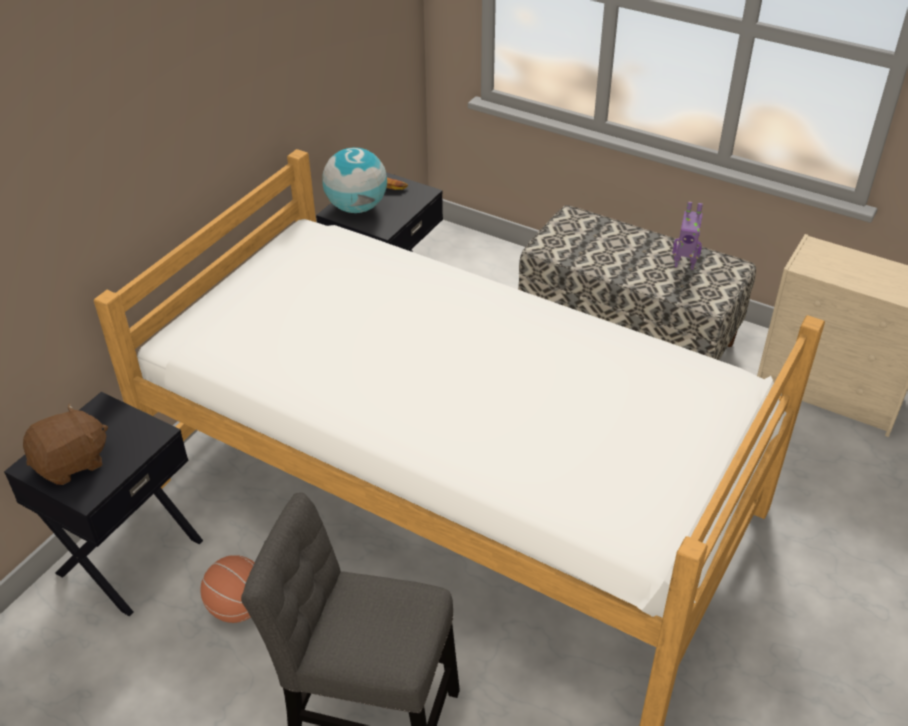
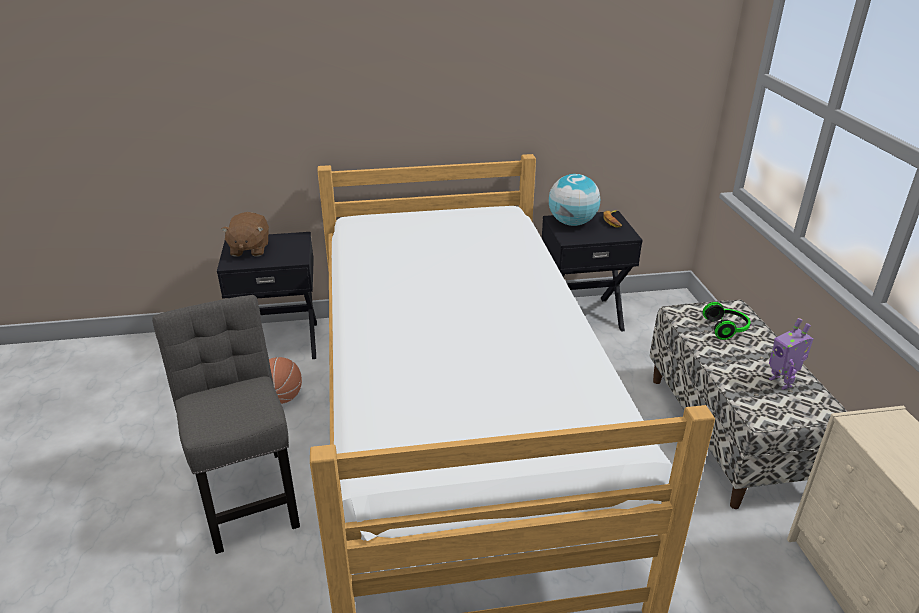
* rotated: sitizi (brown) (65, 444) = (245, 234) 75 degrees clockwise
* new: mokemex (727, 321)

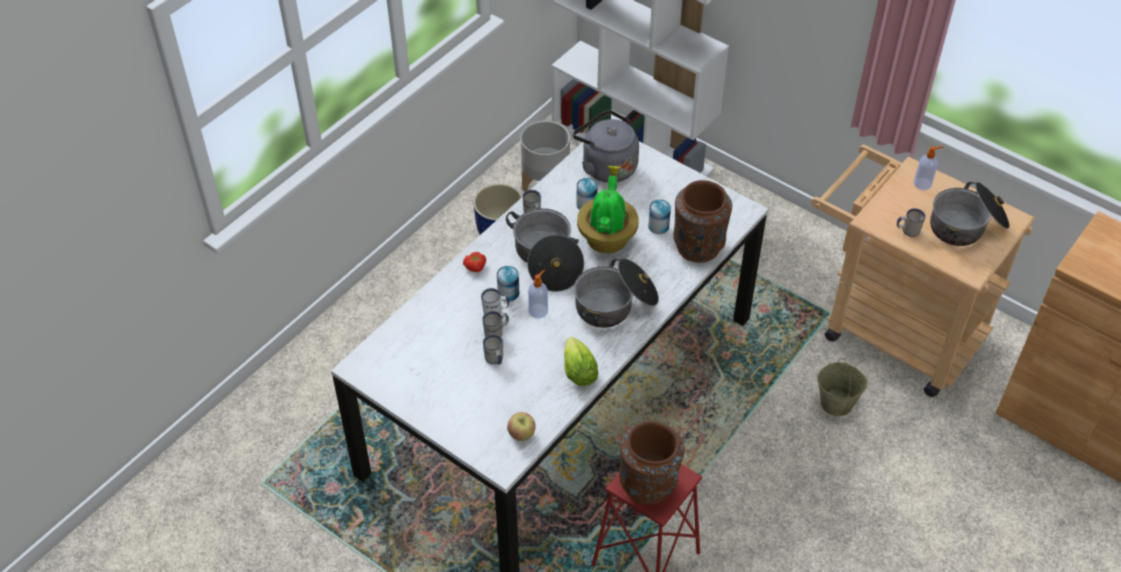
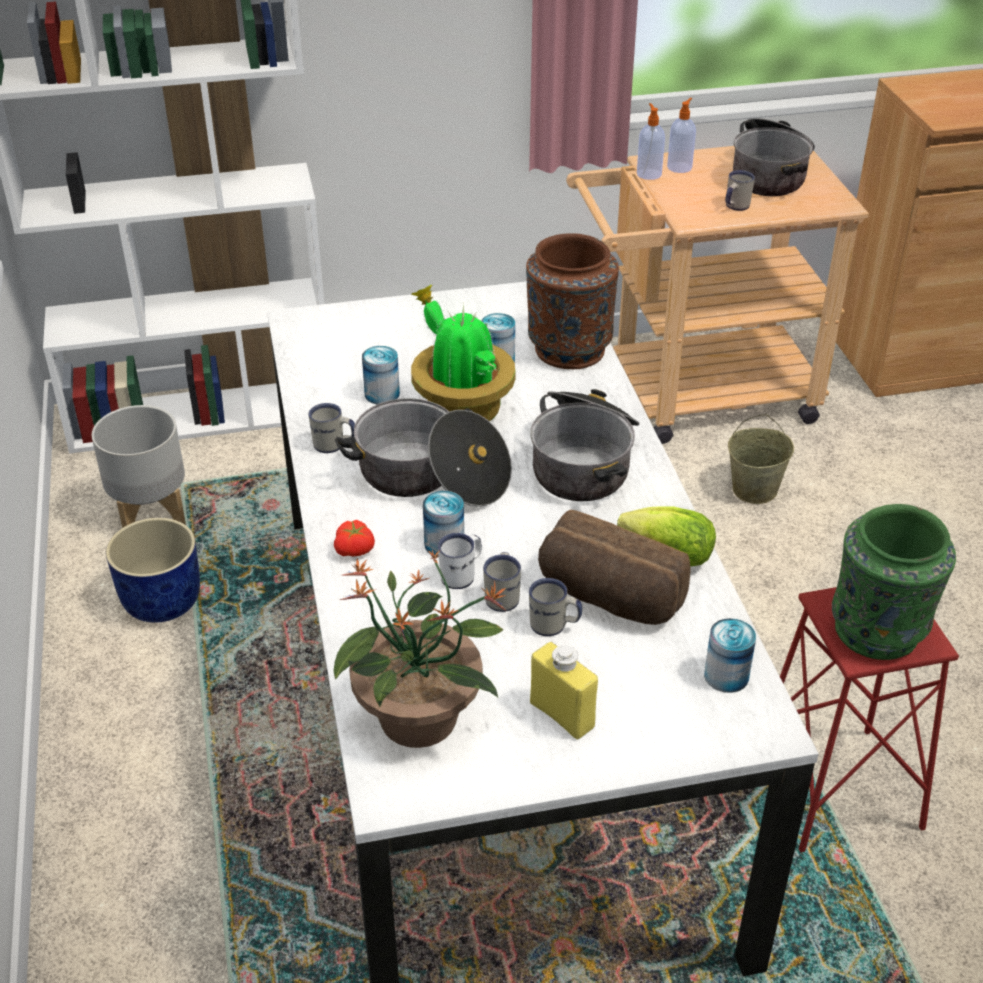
* swapped: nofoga (521, 426) to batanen (730, 655)
* shifted: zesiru (538, 294) to (651, 141)
* gone: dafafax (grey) (606, 146)
* repainted: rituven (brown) (652, 463) to rituven (green) (894, 582)
* new: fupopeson (420, 649)
* new: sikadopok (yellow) (564, 690)
* new: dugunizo (614, 567)

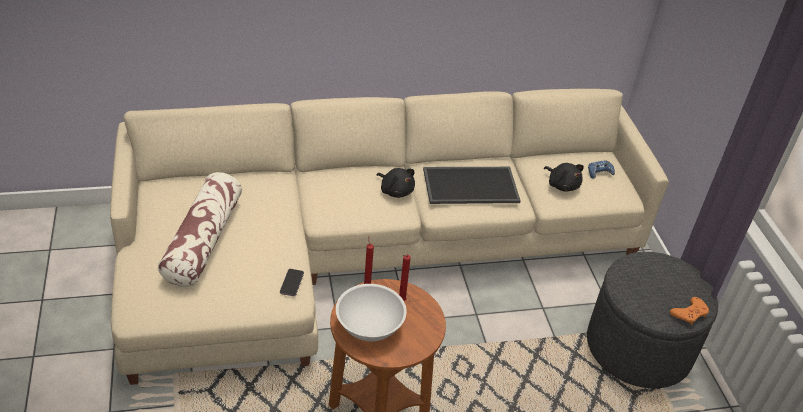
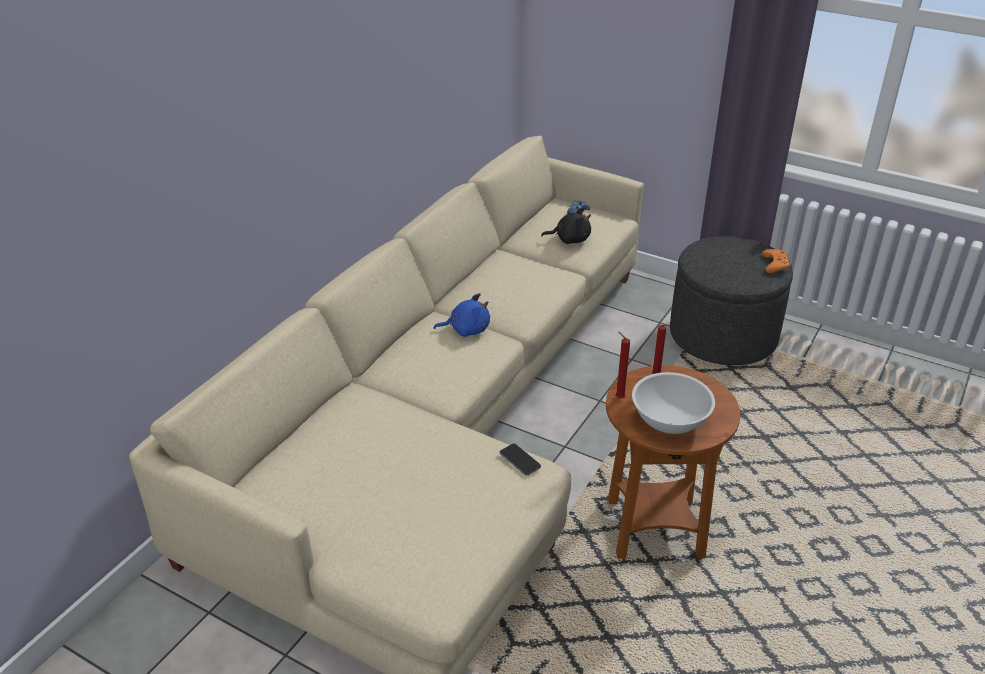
* gone: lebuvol (200, 229)
* repainted: sitizi (black) (396, 183) to sitizi (blue) (462, 315)
* gone: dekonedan (472, 185)

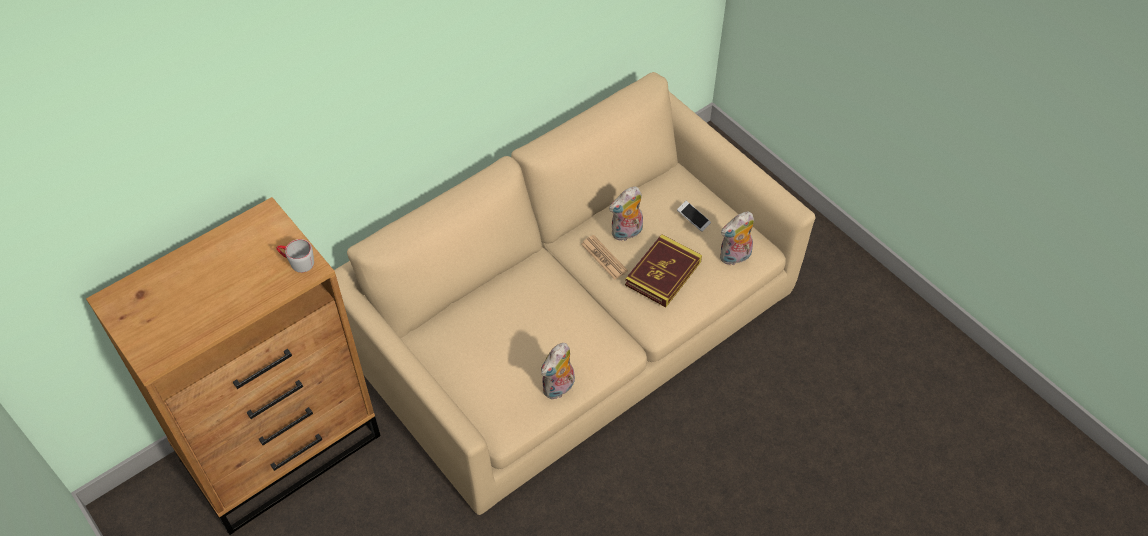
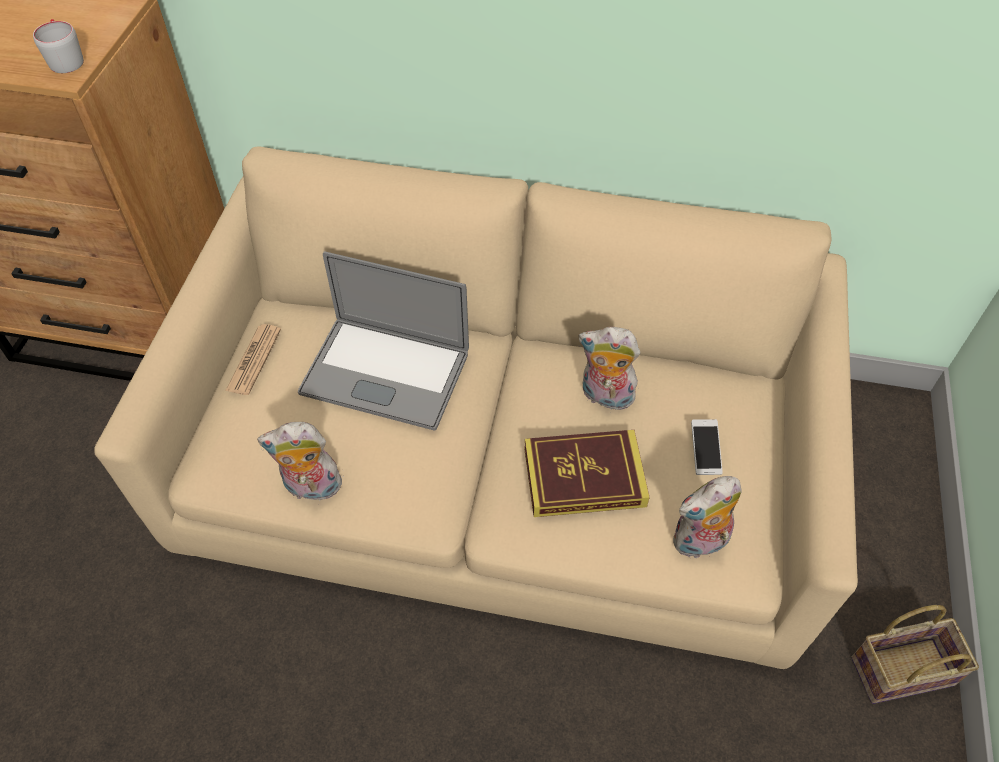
* shifted: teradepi (604, 257) to (253, 359)
* rotated: sitizi (737, 238) = (707, 517) 45 degrees counterclockwise
* new: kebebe (383, 341)
* new: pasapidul (915, 654)

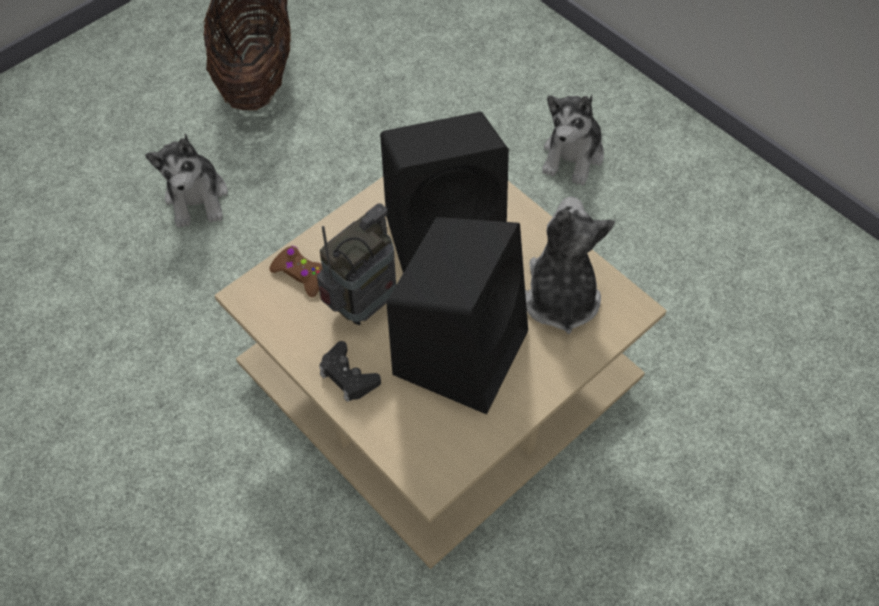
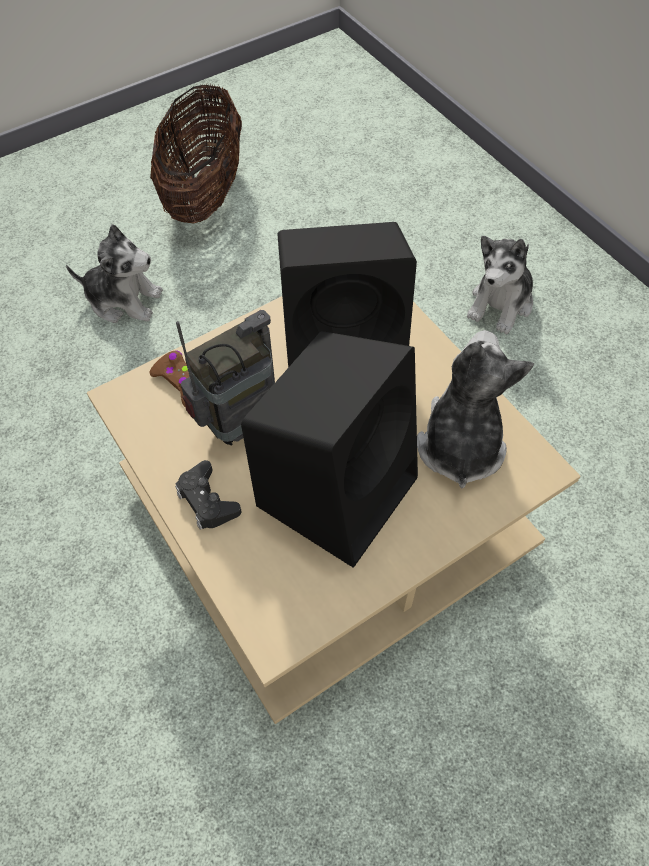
* rotated: sitizi (186, 181) = (114, 273) 75 degrees counterclockwise

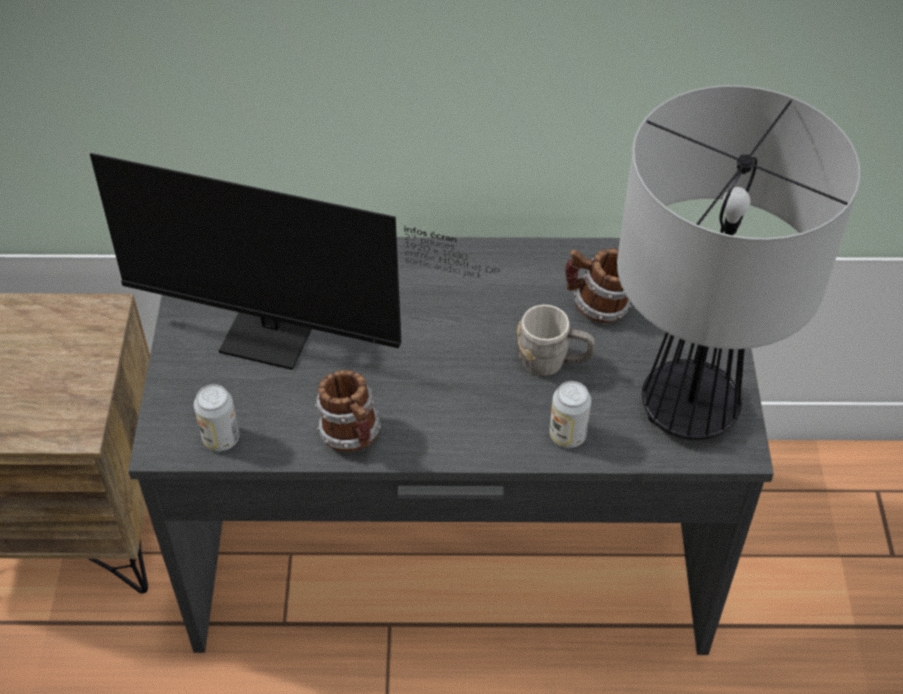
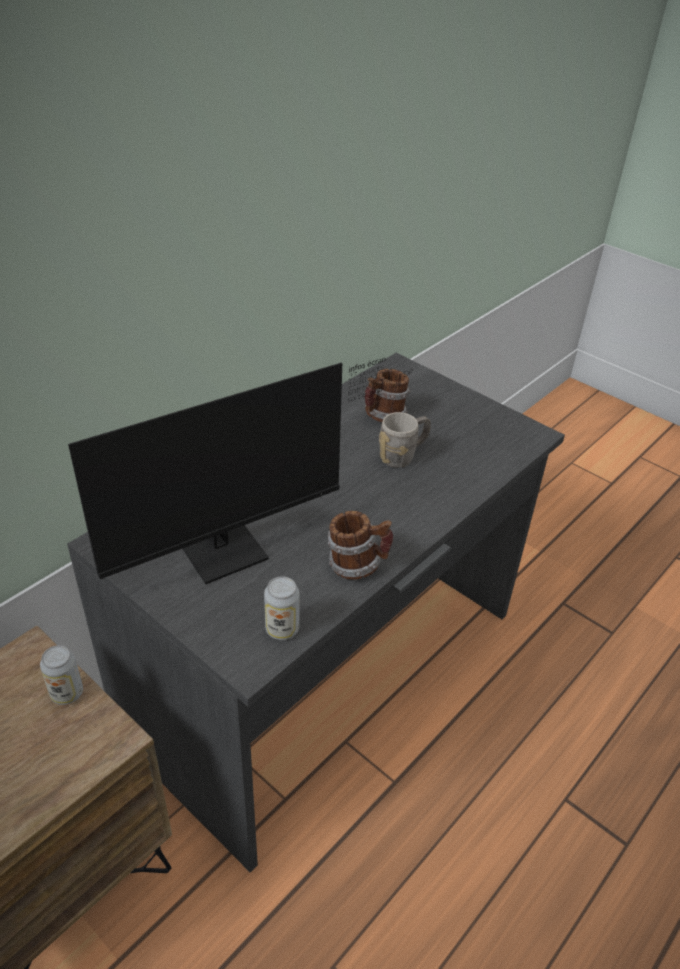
* shifted: batanen (570, 414) to (61, 675)
* gone: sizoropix (738, 262)

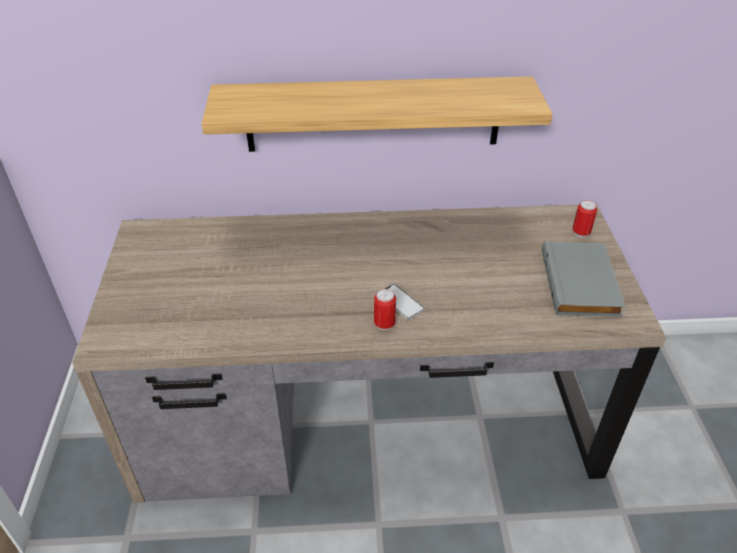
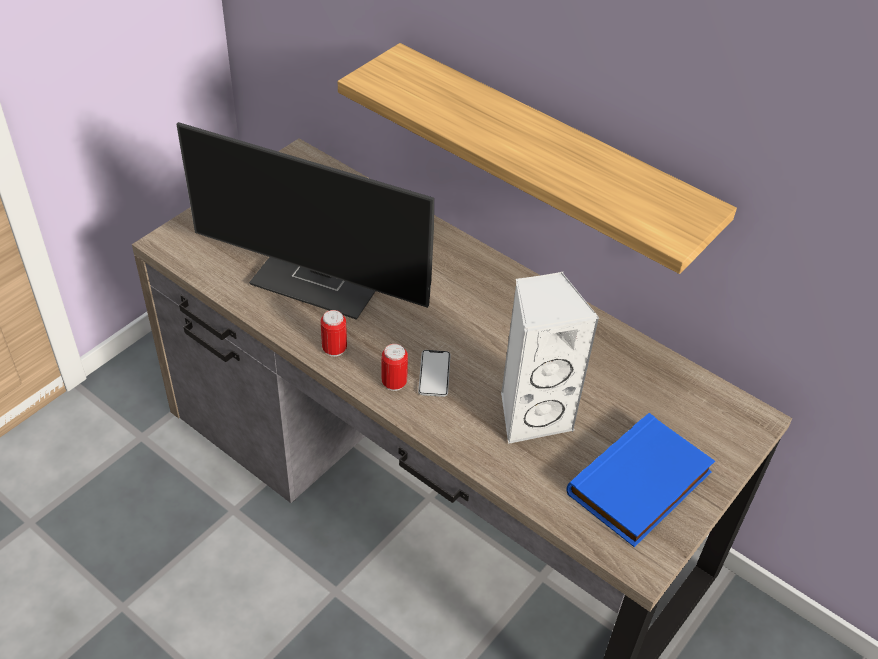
* repainted: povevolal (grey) (583, 279) to povevolal (blue) (640, 480)
* shifted: batanen (584, 218) to (334, 333)
* new: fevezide (305, 221)
* new: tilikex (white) (550, 358)

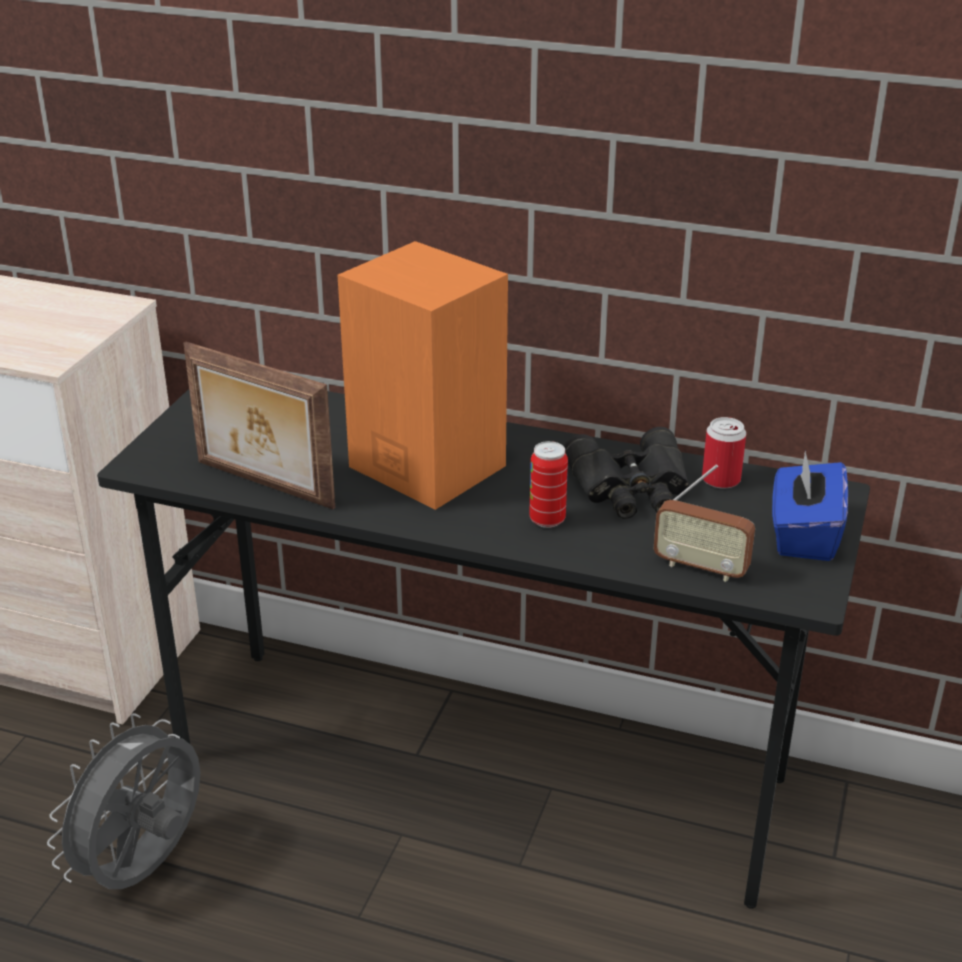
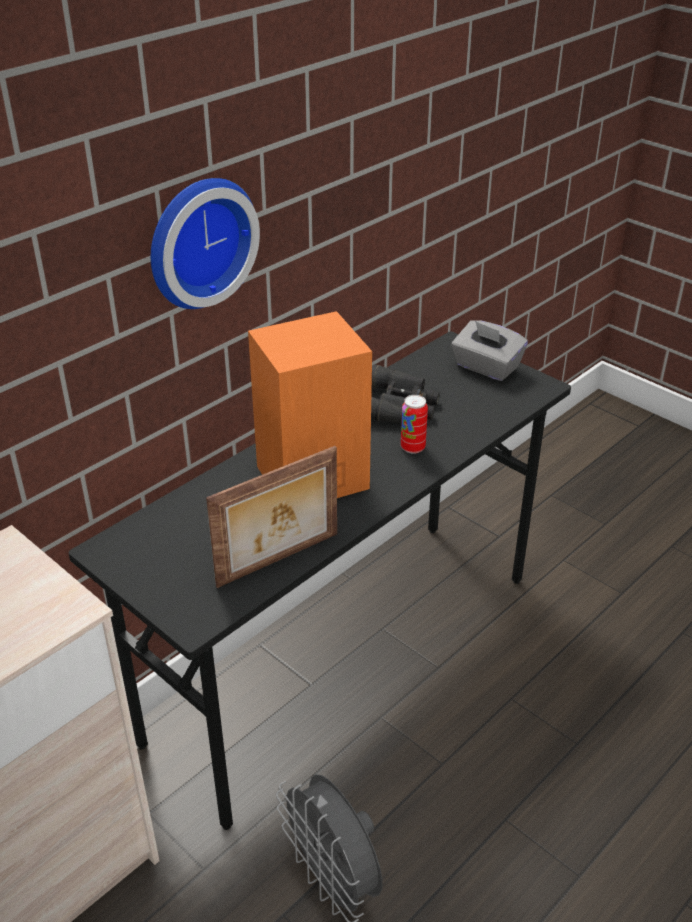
* gone: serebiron (704, 523)
* gone: batanen (724, 453)
* repainted: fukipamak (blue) (810, 506) to fukipamak (grey) (489, 350)
* new: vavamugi (205, 243)

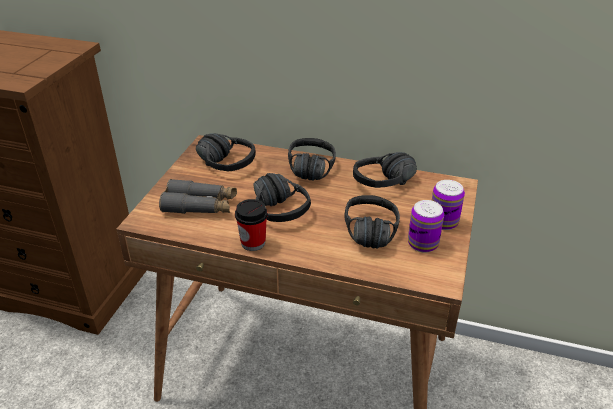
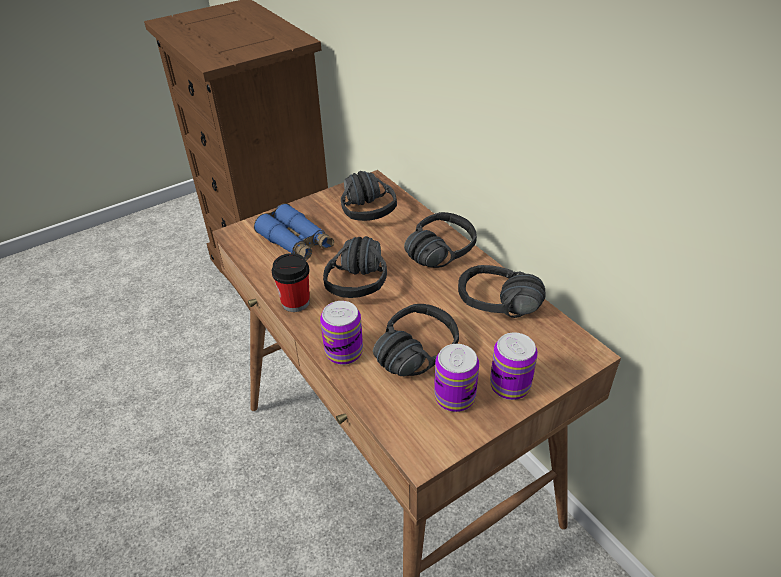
* repainted: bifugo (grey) (198, 196) to bifugo (blue) (294, 232)
* new: batanen (341, 333)

